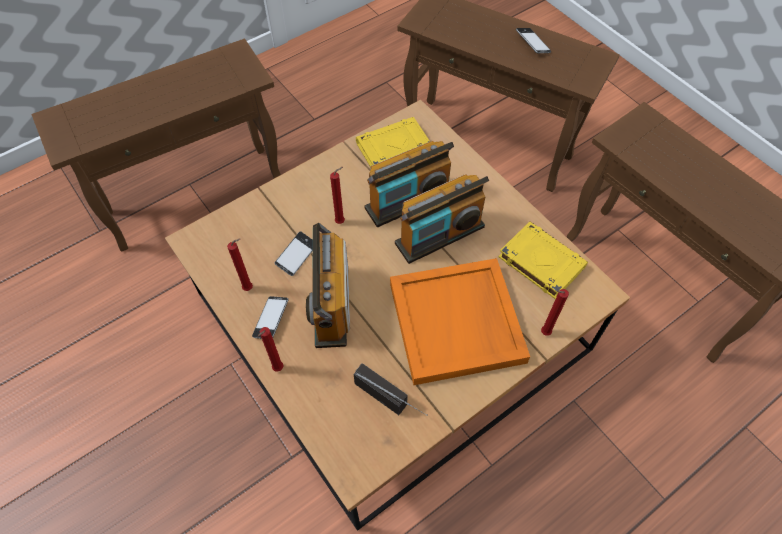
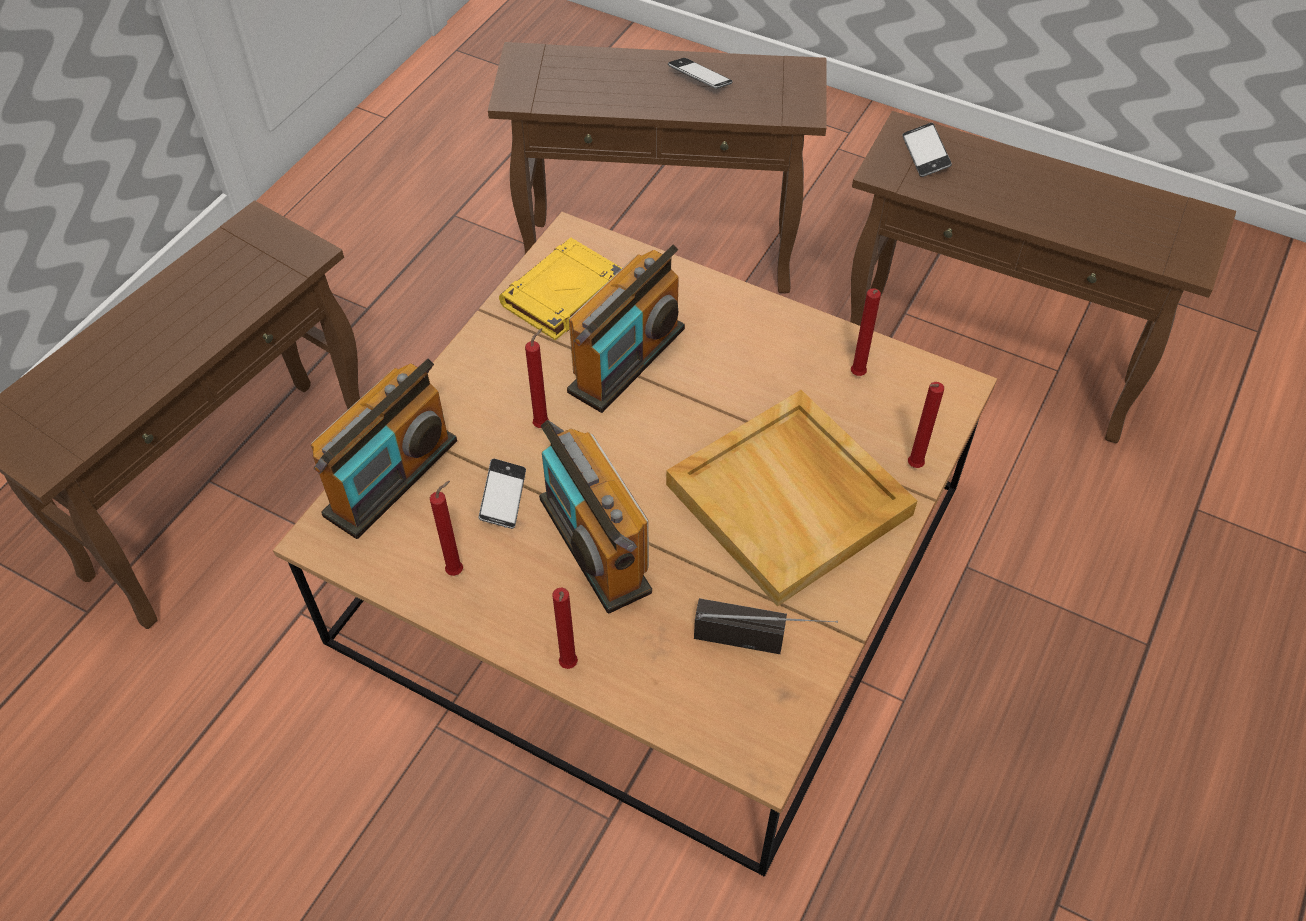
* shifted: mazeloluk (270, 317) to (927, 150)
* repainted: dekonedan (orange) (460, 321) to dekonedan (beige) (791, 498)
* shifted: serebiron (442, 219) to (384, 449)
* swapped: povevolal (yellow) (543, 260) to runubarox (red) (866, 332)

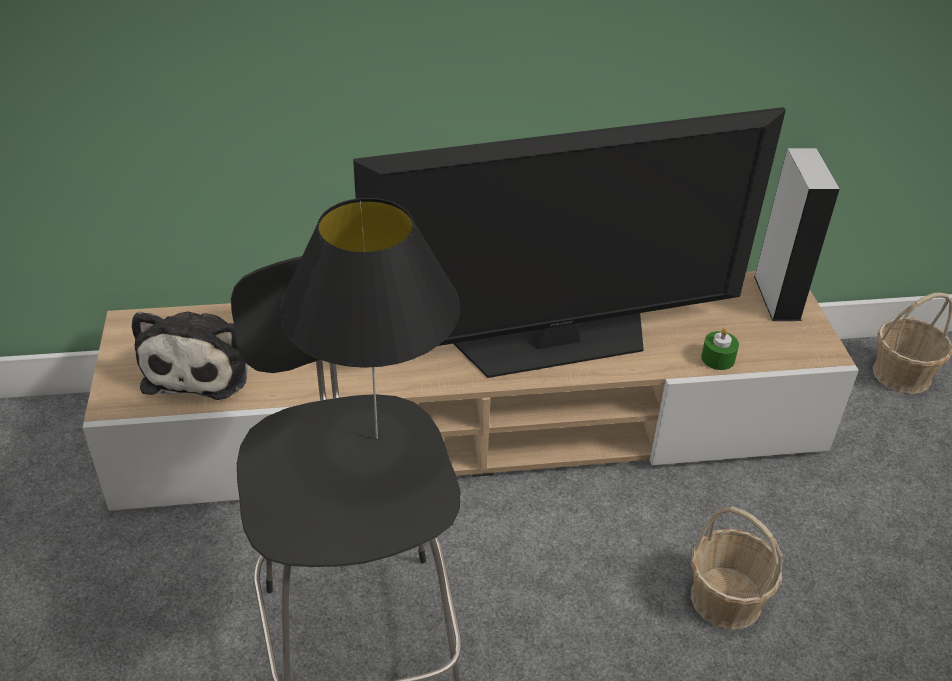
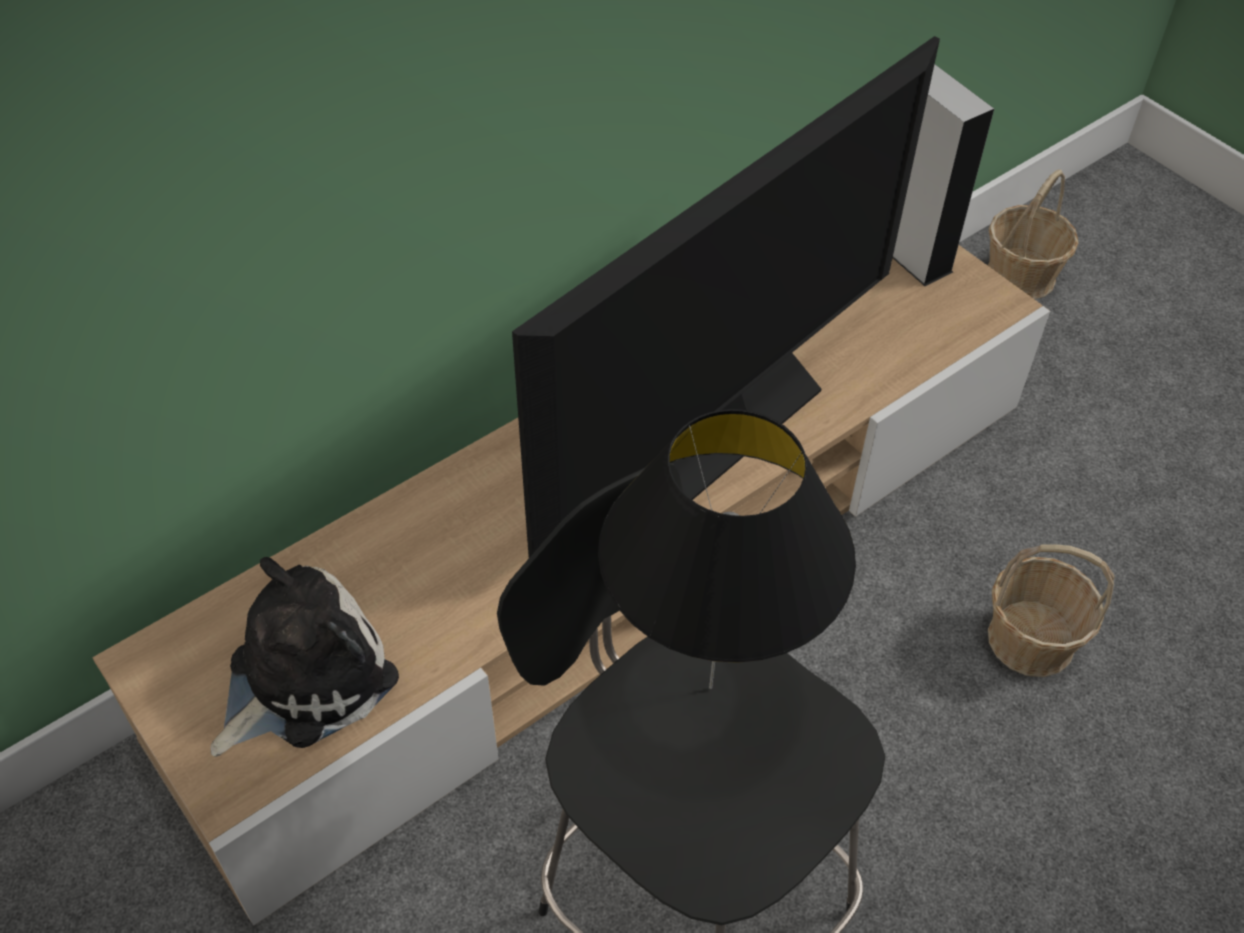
* rotated: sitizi (190, 355) = (305, 657) 105 degrees counterclockwise
* gone: runubarox (green) (720, 349)

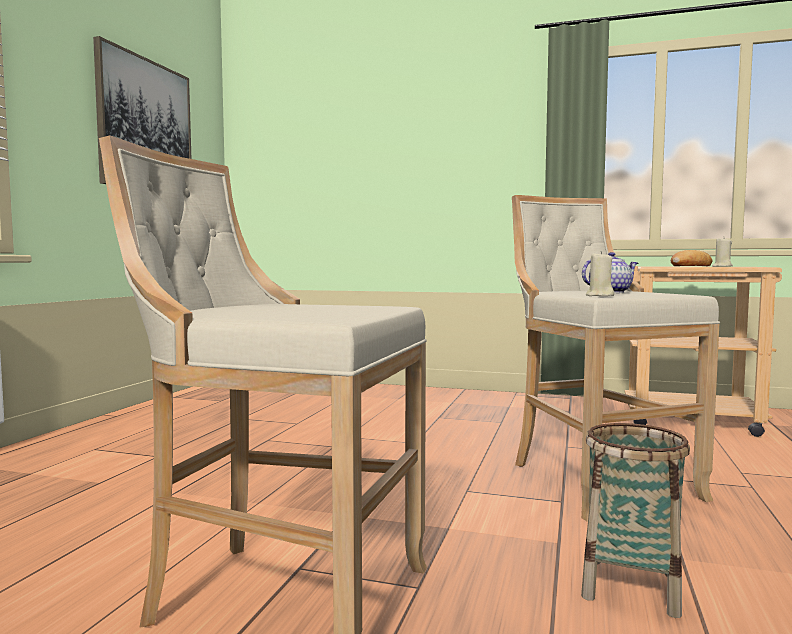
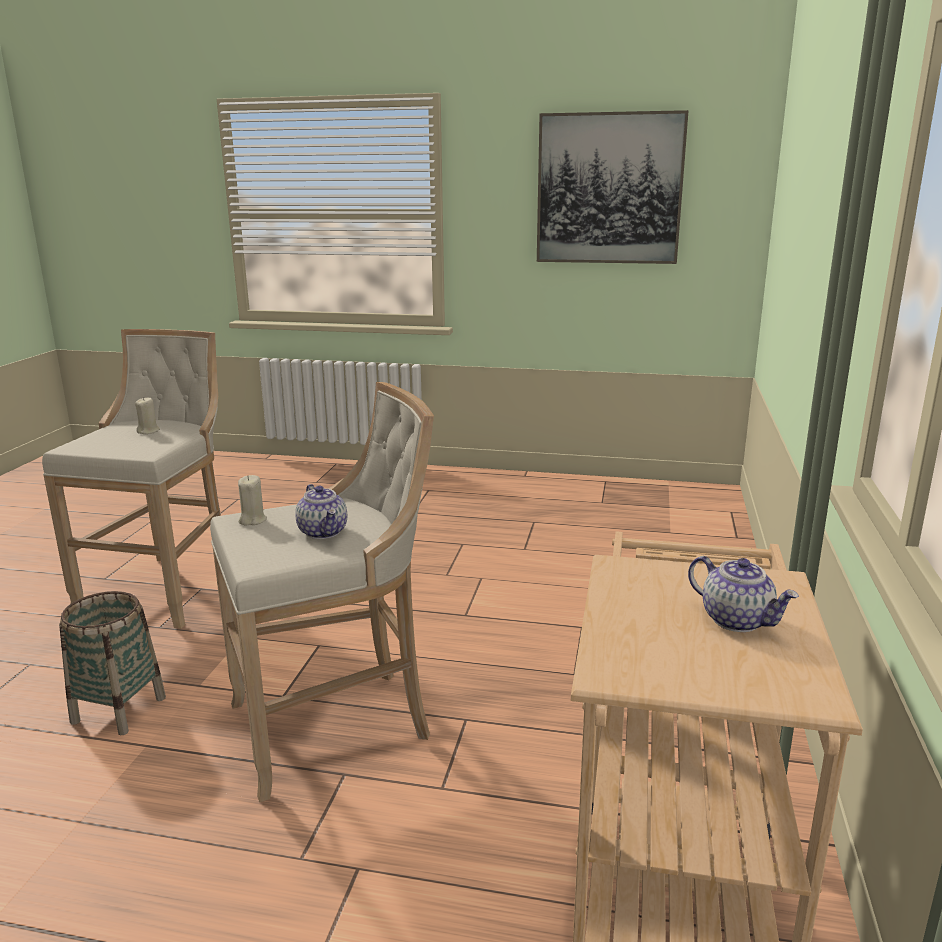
* swapped: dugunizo (691, 258) to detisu (743, 594)
* shifted: runubarox (beige) (722, 252) to (147, 415)

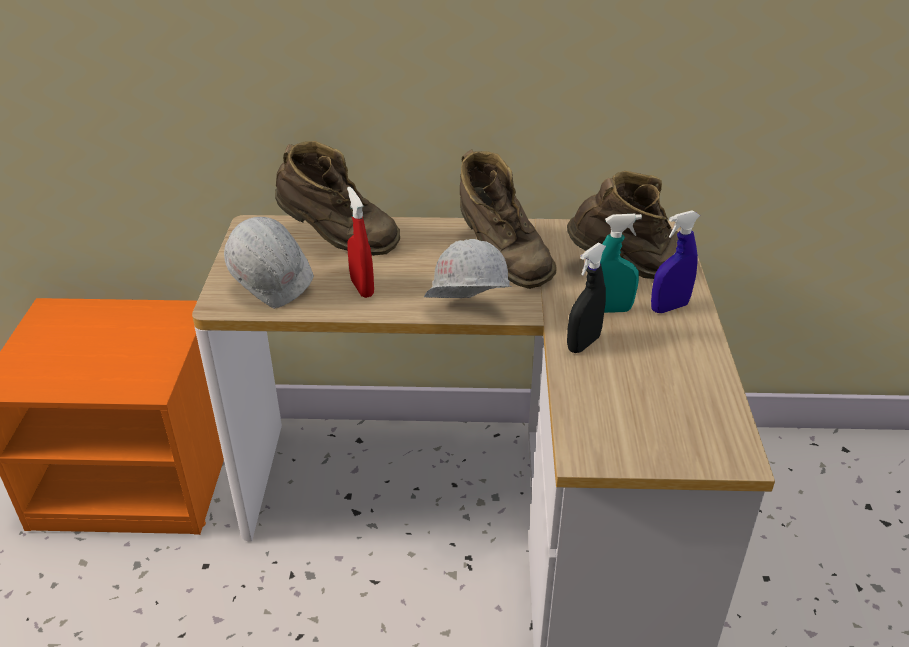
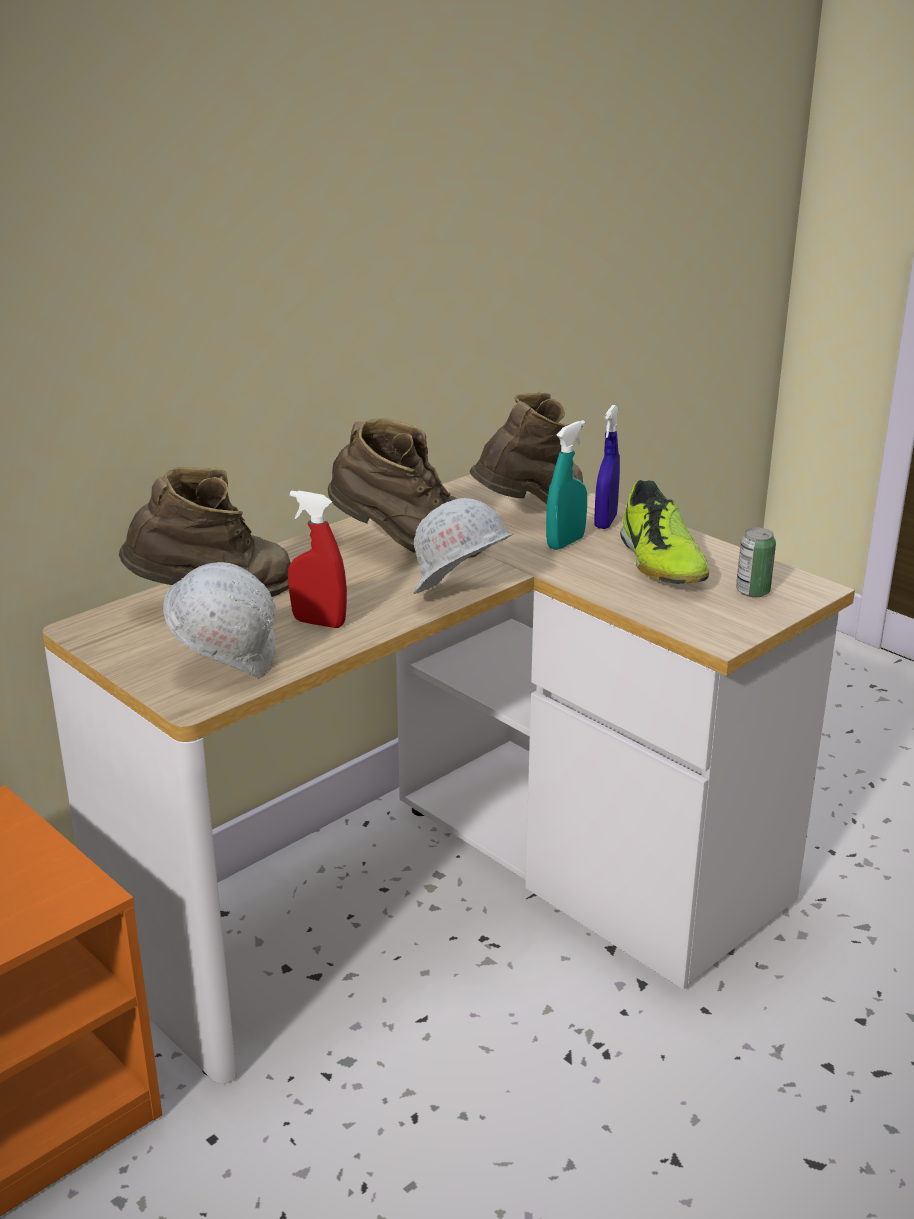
* gone: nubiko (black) (586, 298)
* new: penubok (664, 532)
* new: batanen (756, 562)

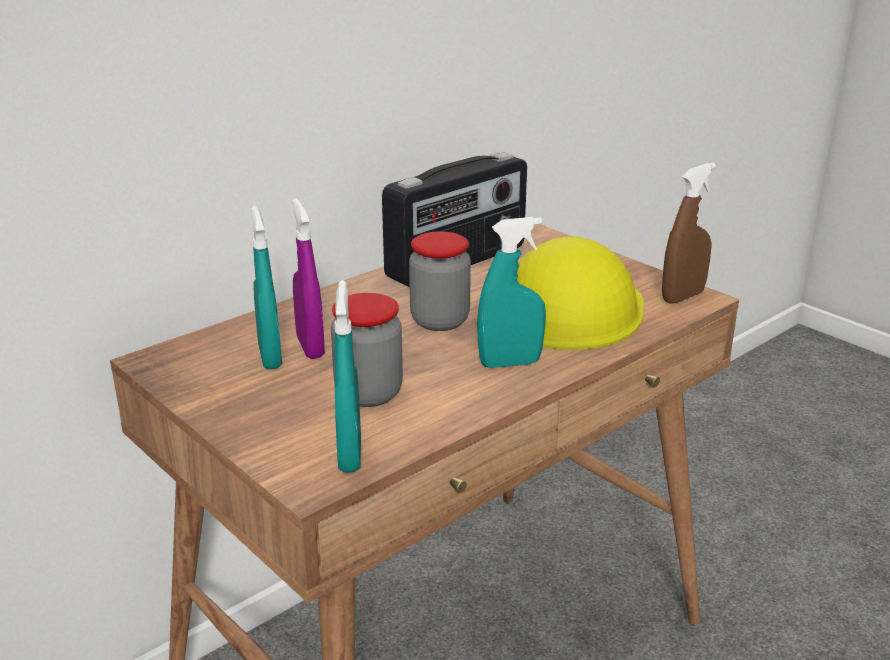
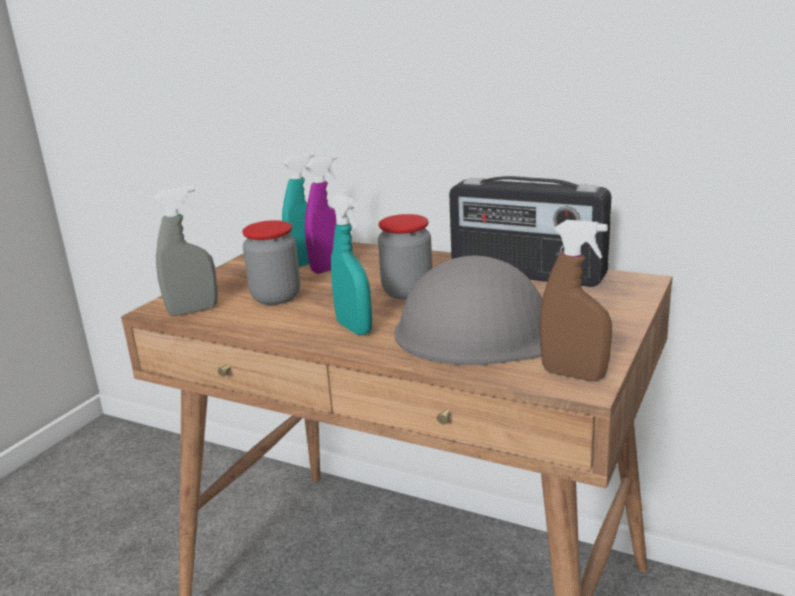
* repainted: nubiko (turquoise) (347, 376) to nubiko (grey) (186, 251)
* repainted: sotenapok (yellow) (580, 293) to sotenapok (grey) (468, 310)

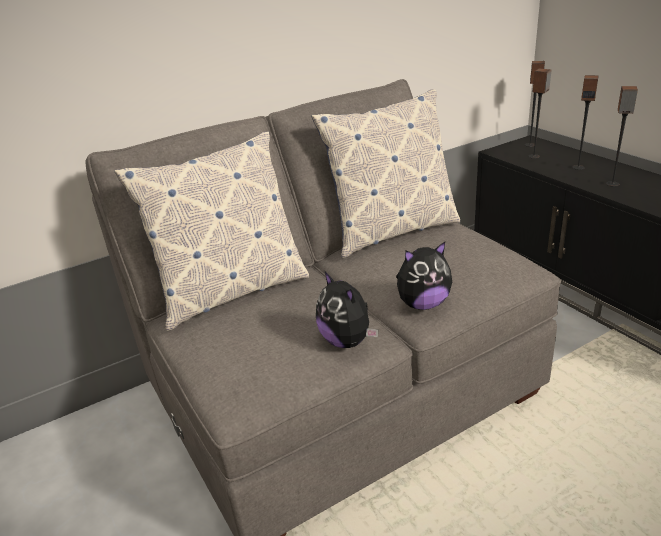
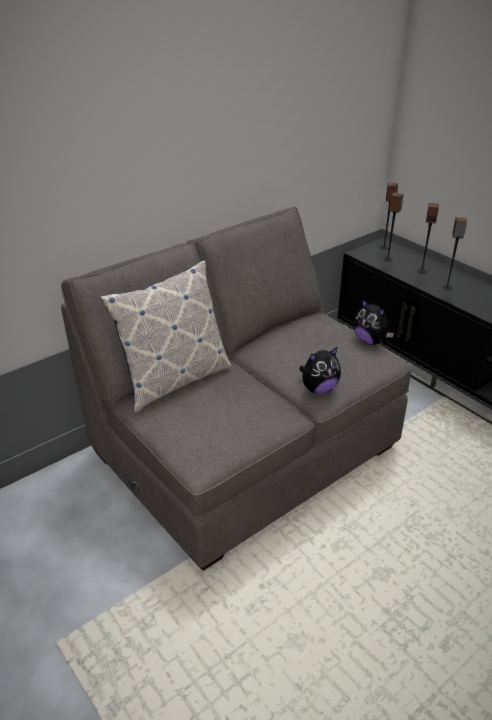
* gone: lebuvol (385, 173)
* shifted: sitizi (347, 310) to (374, 321)

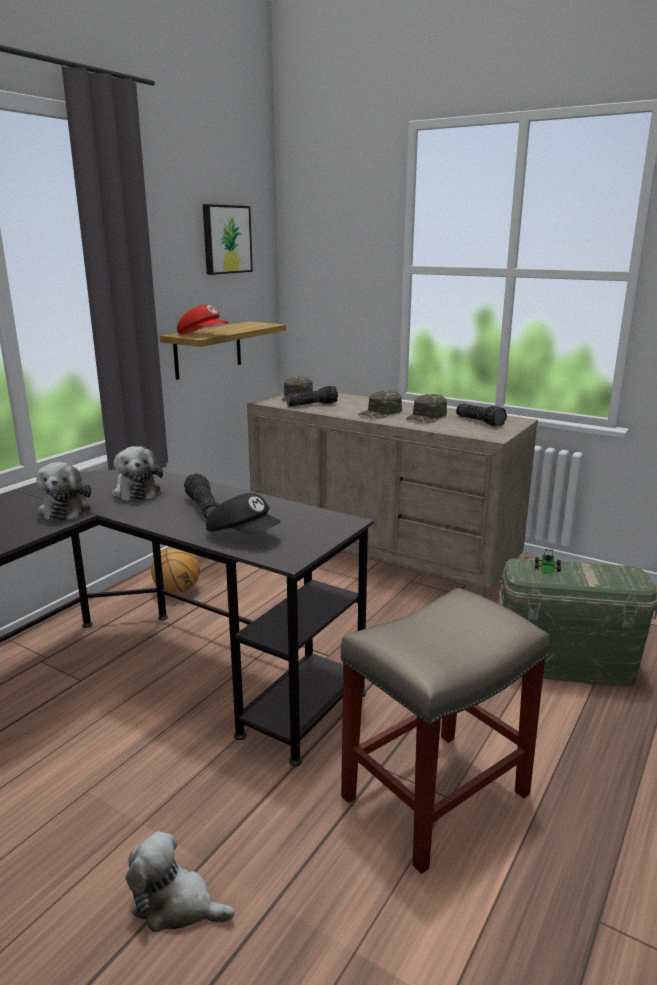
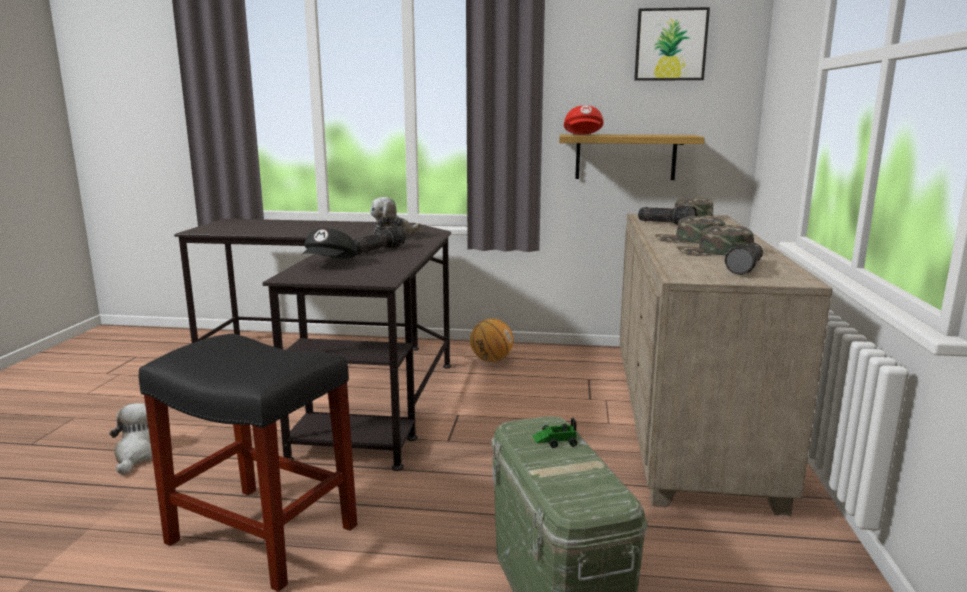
* gone: sitizi (64, 491)
* repainted: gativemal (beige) (445, 731) to gativemal (black) (248, 463)

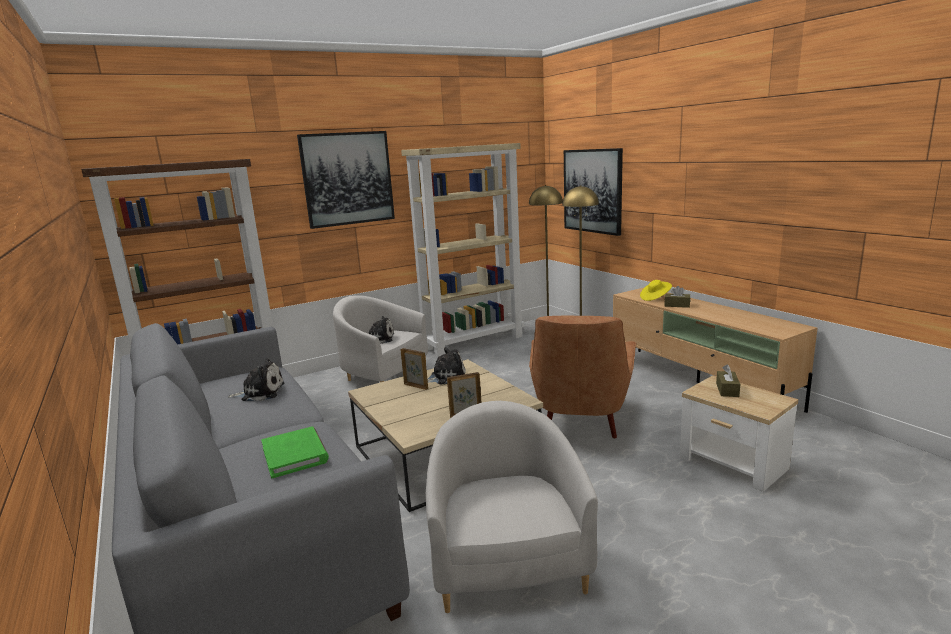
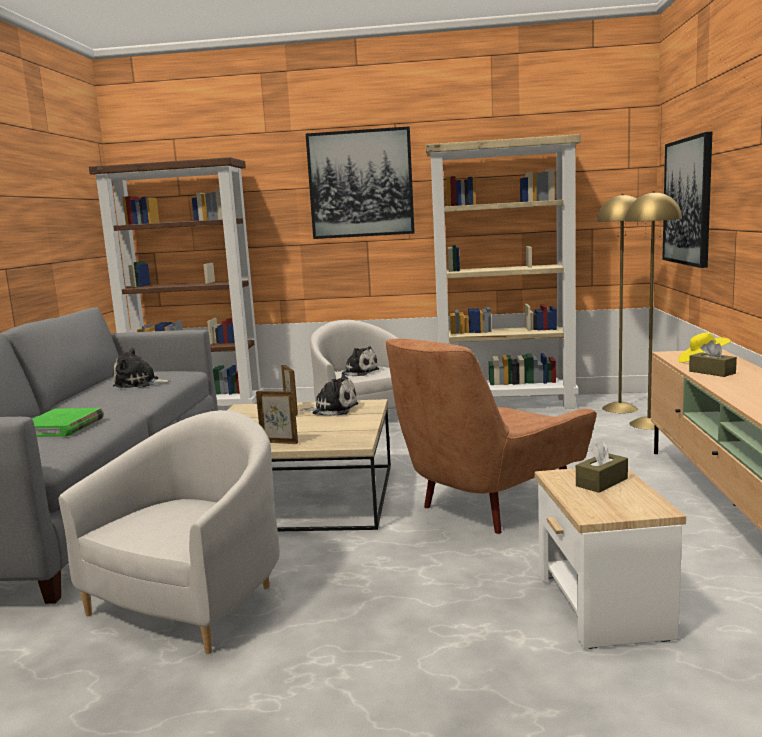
* rotated: sitizi (256, 379) = (142, 368) 150 degrees clockwise

